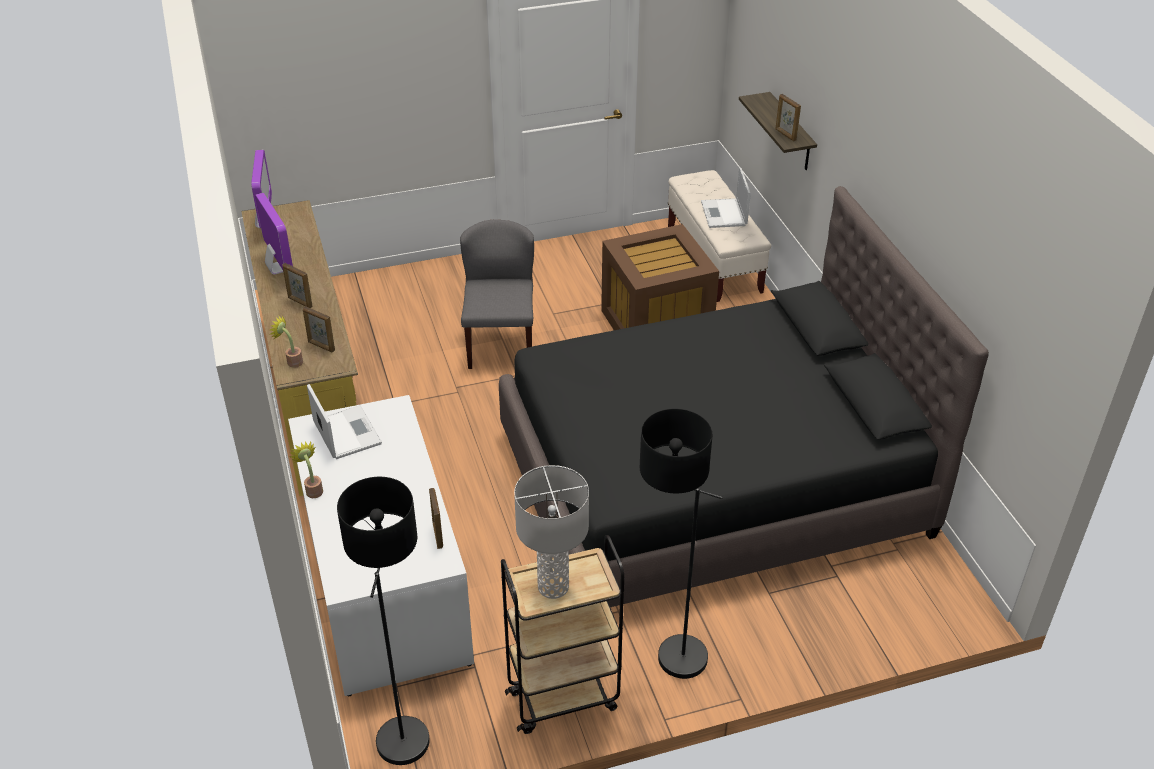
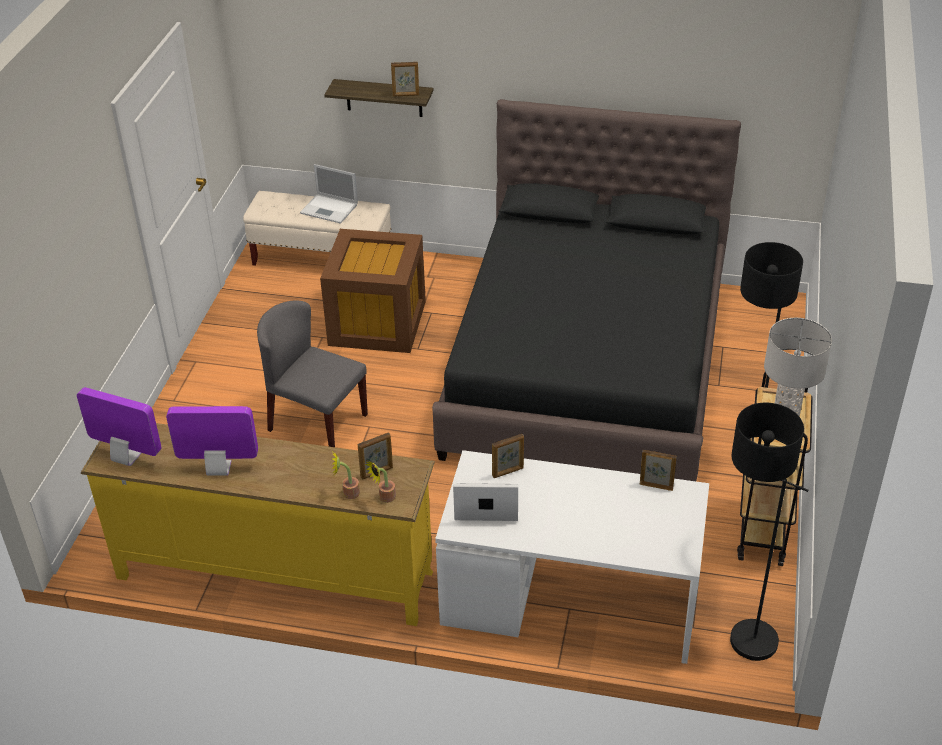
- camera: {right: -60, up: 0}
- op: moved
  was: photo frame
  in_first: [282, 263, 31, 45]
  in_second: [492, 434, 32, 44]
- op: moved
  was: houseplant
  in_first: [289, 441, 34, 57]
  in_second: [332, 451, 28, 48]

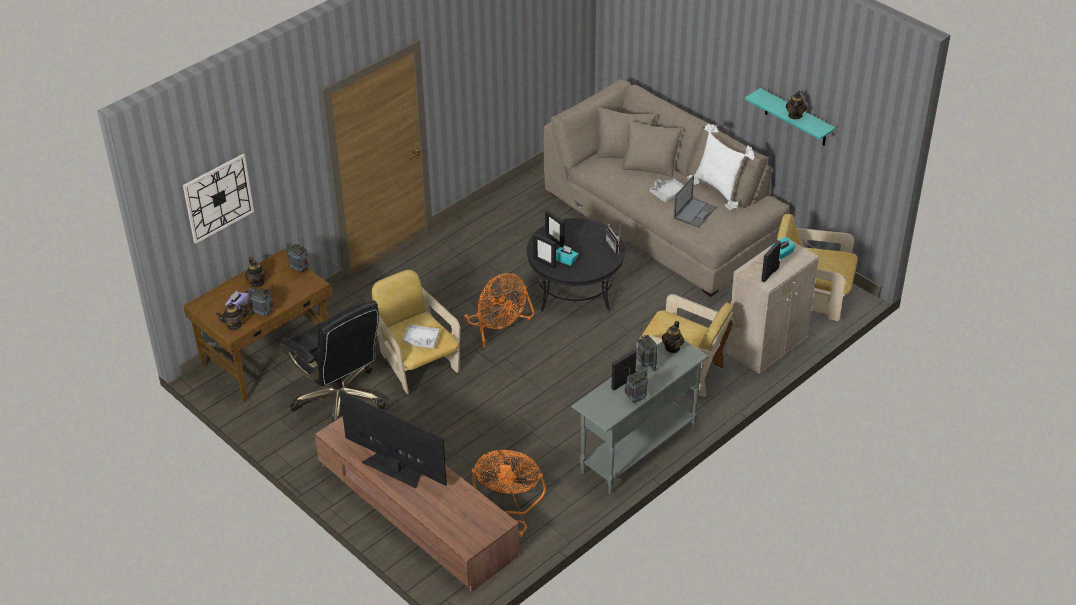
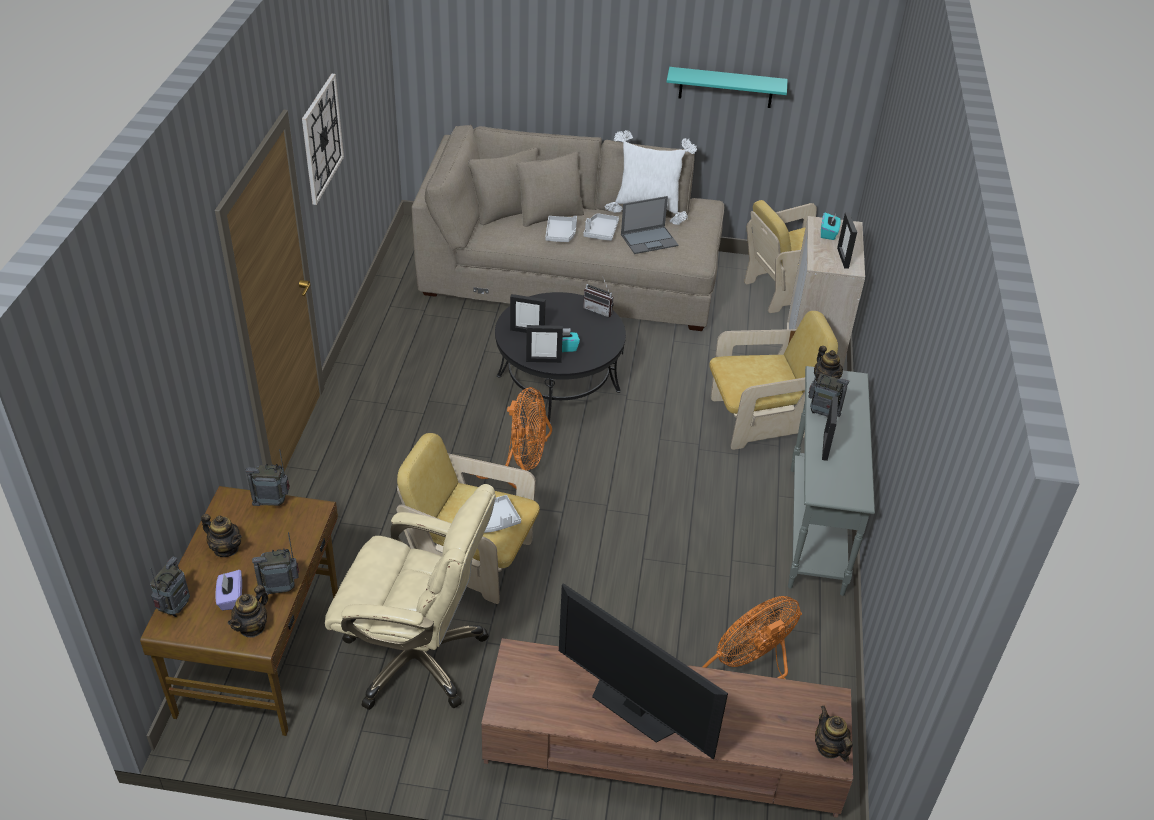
- camera: {right: -40, up: 0}
- op: moved
  was: teapot
  in_first: [786, 91, 21, 28]
  in_second: [815, 706, 37, 56]
- op: moved
  was: wall clock
  in_first: [183, 154, 71, 90]
  in_second: [302, 74, 42, 131]
- op: turned
  was: notebook computer
  in_first: [674, 175, 43, 53]
  in_second: [621, 196, 57, 58]
  clockwise: 75
- op: recoloured
  was: blackish office chair
  now: sand-coloured office chair
  in_first: [280, 300, 106, 122]
  in_second: [325, 484, 171, 226]
- op: moved
  was: radio
  in_first: [625, 367, 23, 37]
  in_second: [150, 556, 40, 61]
- op: turned
  was: television
  in_first: [340, 390, 107, 98]
  in_second: [559, 583, 169, 176]
  clockwise: -135
- op: added
  now: greyish serving tray
  in_second: [545, 216, 32, 26]

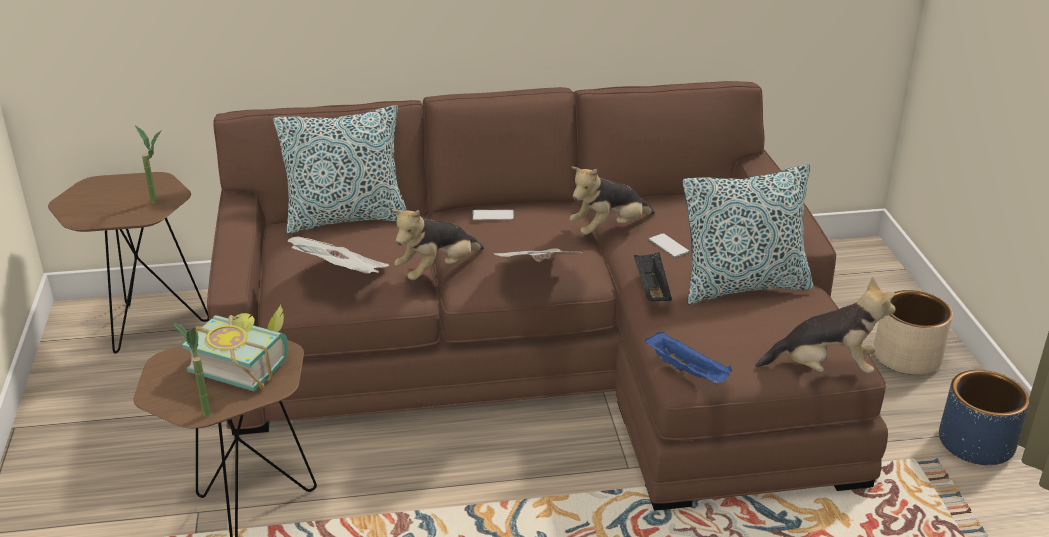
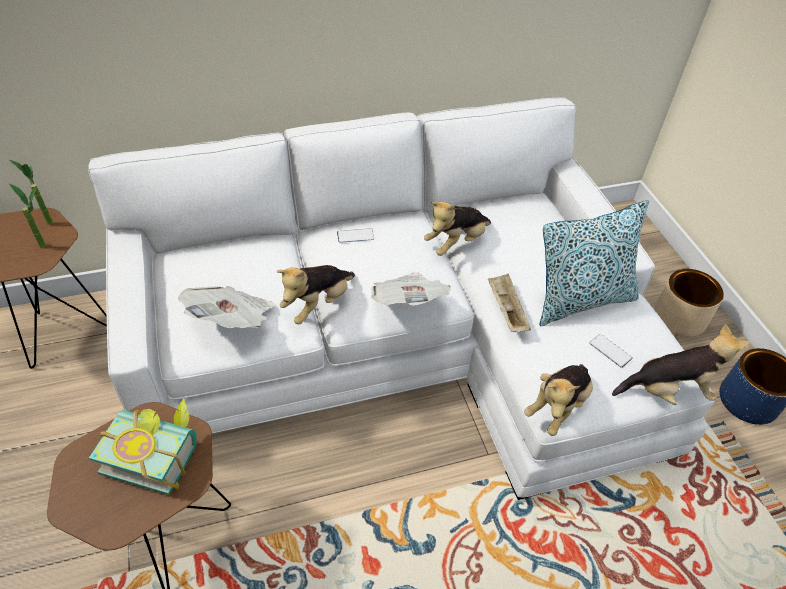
- camera: {right: -10, up: 15}
- op: recoloured
  was: brownish settee
  now: white settee
  in_first: [207, 81, 681, 430]
  in_second: [88, 98, 628, 402]
- op: removed
  was: pillow
  in_first: [273, 105, 134, 129]
- op: moved
  was: phone
  in_first: [649, 233, 41, 25]
  in_second: [589, 334, 44, 34]
- op: recoloured
  was: blackish serving tray
  now: sand-coloured serving tray
  in_first: [634, 252, 38, 49]
  in_second: [488, 273, 43, 59]
- op: moved
  was: houseplant
  in_first: [172, 322, 39, 95]
  in_second: [9, 160, 44, 65]
- op: replaced
  was: blue serving tray
  now: cuddly toy
  in_first: [645, 332, 87, 52]
  in_second: [524, 364, 69, 72]

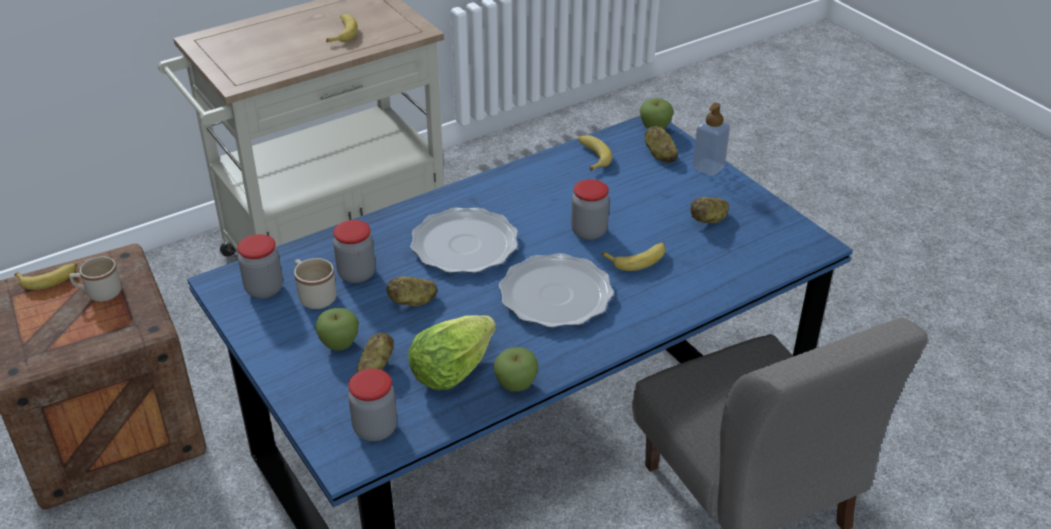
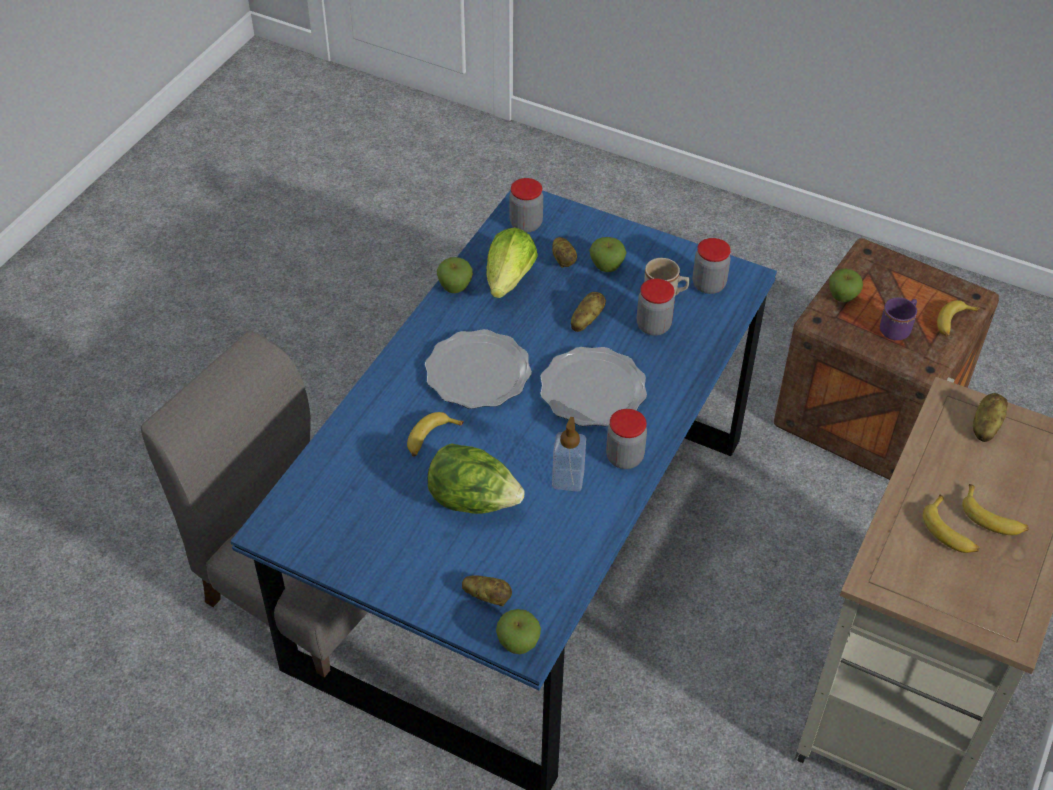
- camera: {right: 150, up: 10}
- op: moved
  was: soap bottle
  in_first: [693, 103, 37, 73]
  in_second: [552, 417, 34, 75]
- op: moved
  was: banana fruit
  in_first: [578, 135, 34, 36]
  in_second: [962, 484, 67, 51]
- op: moved
  was: preserve jar
  in_first: [571, 179, 38, 61]
  in_second: [606, 409, 41, 60]
- op: moved
  was: spud
  in_first: [691, 197, 38, 26]
  in_second: [973, 393, 35, 49]
- op: recoloured
  was: sand-coloured mug
  now: purple mug
  in_first: [69, 256, 52, 46]
  in_second: [880, 297, 37, 43]
- op: added
  now: whole apple
  in_second: [829, 269, 34, 33]
- op: added
  now: head of lettuce
  in_second: [428, 443, 97, 71]

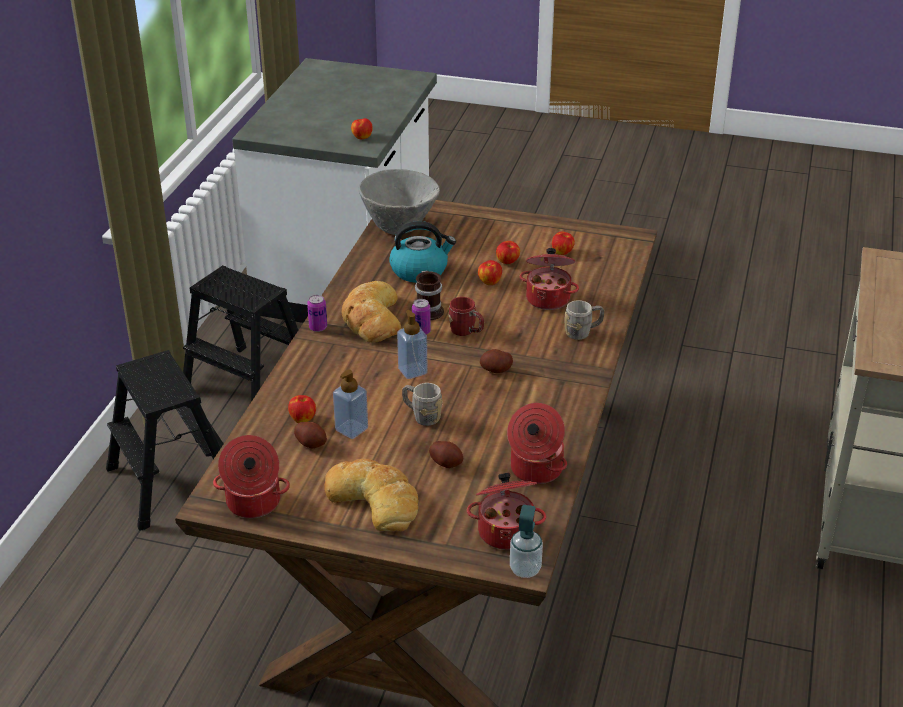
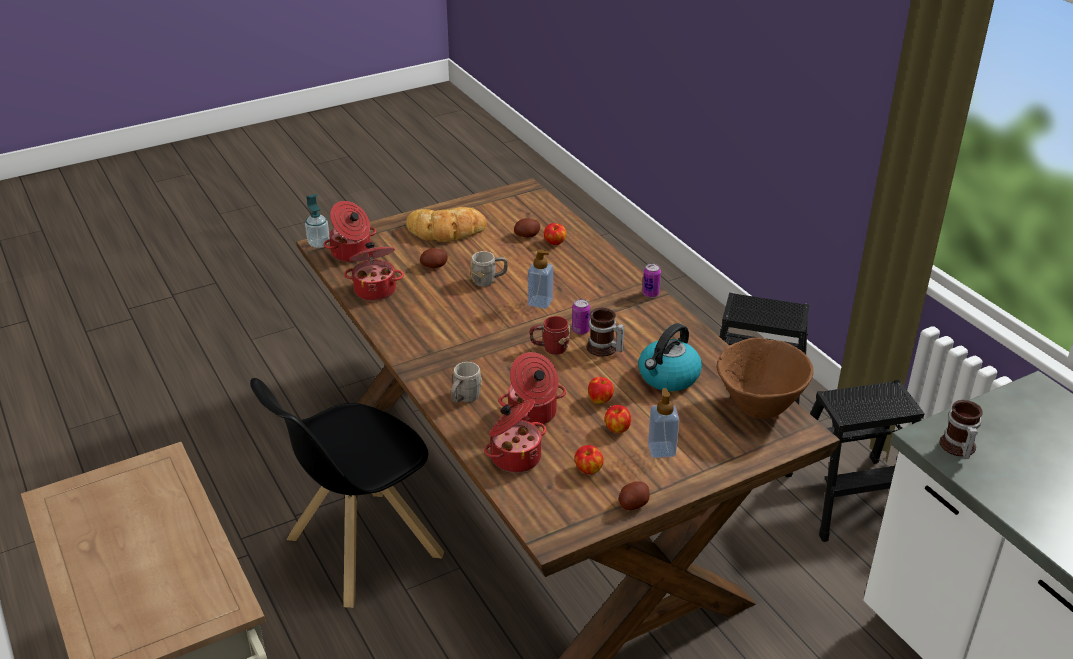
- camera: {right: 135, up: 0}
- op: replaced
  was: whole apple
  now: mug
  in_first: [351, 118, 22, 22]
  in_second: [939, 400, 44, 59]
- op: recoloured
  was: greyish serving bowl
  now: brownish serving bowl
  in_first: [359, 169, 81, 66]
  in_second: [716, 337, 98, 82]
- op: removed
  was: baked bread
  in_first: [342, 281, 59, 62]
- op: moved
  was: spud
  in_first: [480, 349, 33, 24]
  in_second: [619, 481, 31, 29]
- op: moved
  was: soap bottle
  in_first: [333, 370, 35, 69]
  in_second: [648, 388, 31, 70]
- op: moved
  was: saucepot
  in_first: [213, 435, 77, 83]
  in_second: [484, 399, 62, 74]
- op: added
  now: blackish chair
  in_second: [250, 378, 194, 230]

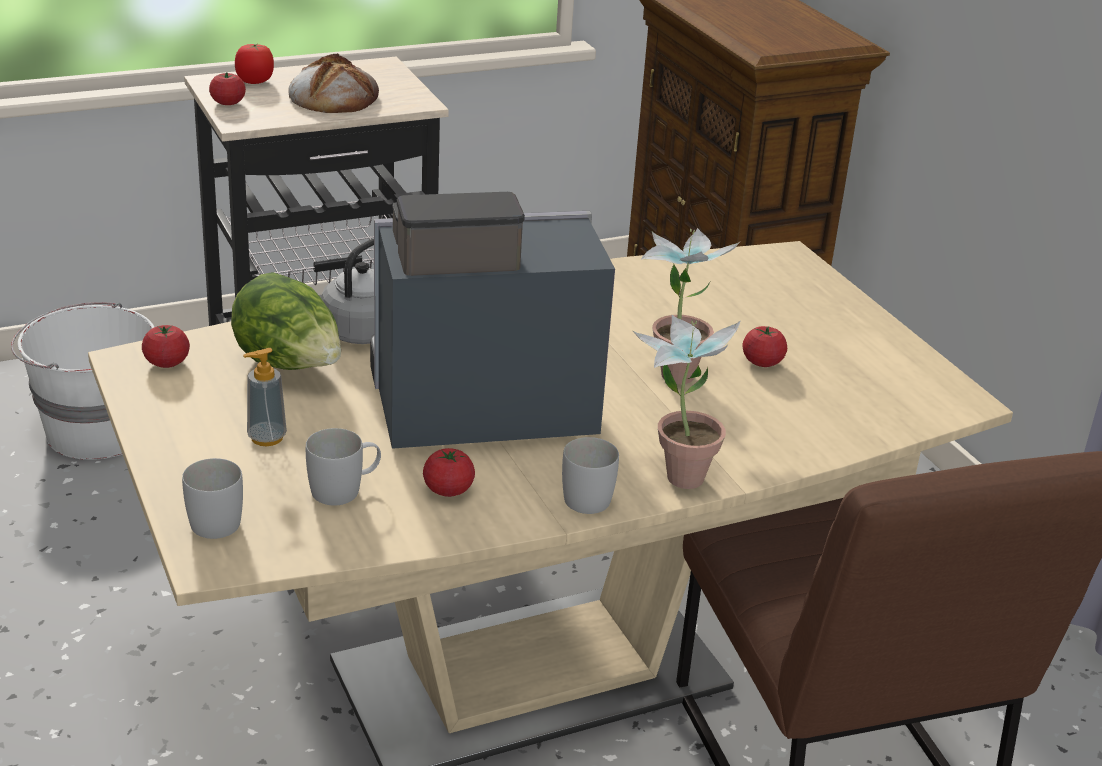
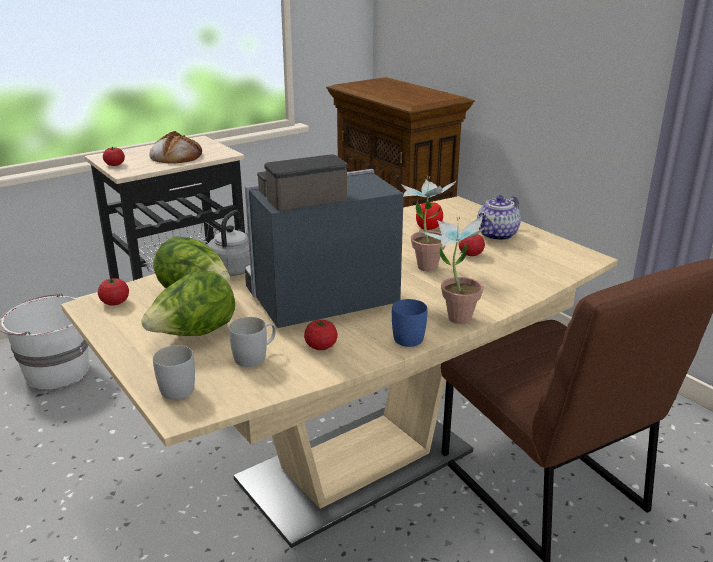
- camera: {right: -10, up: -5}
- op: moved
  was: fresh tomato
  in_first: [235, 43, 39, 41]
  in_second: [416, 202, 27, 28]
- op: replaced
  was: soap bottle
  now: head of lettuce
  in_first: [243, 348, 44, 98]
  in_second: [141, 271, 94, 65]
- op: recoloured
  was: white mug
  now: blue mug
  in_first: [562, 437, 57, 77]
  in_second: [392, 299, 35, 48]
- op: added
  now: teapot
  in_second: [477, 195, 44, 45]

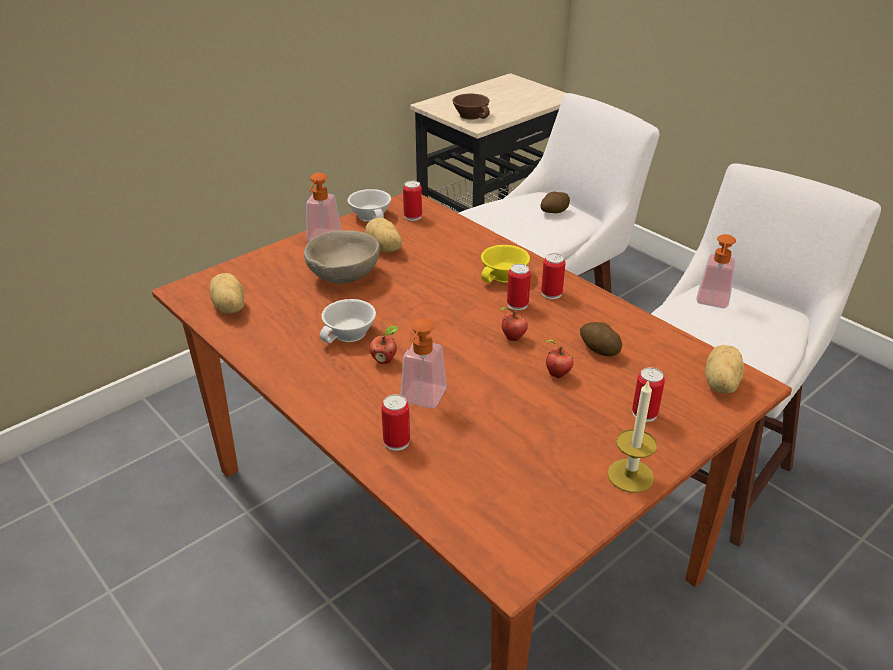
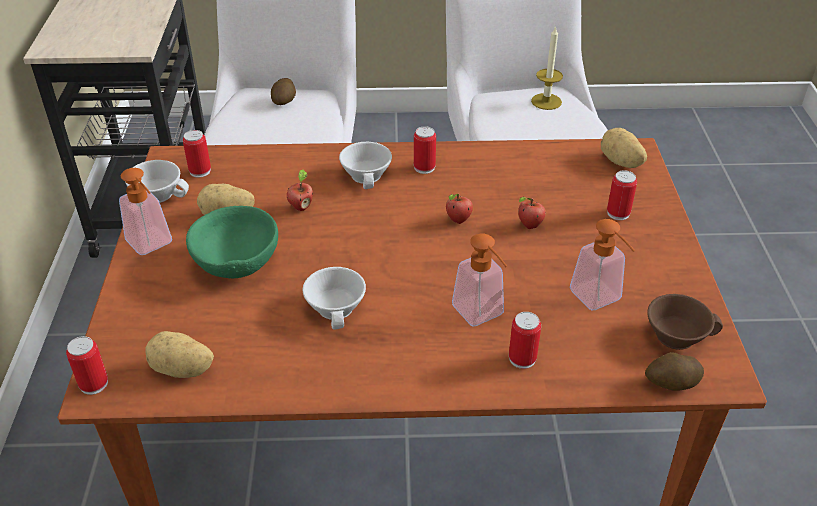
- camera: {right: -50, up: 5}
- op: moved
  was: brownish small cup
  in_first: [452, 94, 38, 26]
  in_second: [647, 294, 76, 56]
- op: recoloured
  was: sand-coloured serving bowl
  now: green-coloured serving bowl
  in_first: [304, 230, 76, 54]
  in_second: [186, 206, 92, 72]
- op: moved
  was: soap bottle
  in_first: [696, 234, 40, 74]
  in_second: [570, 219, 65, 91]
- op: recoloured
  was: yellow small cup
  now: white small cup
  in_first: [481, 245, 49, 38]
  in_second: [339, 142, 53, 47]
- op: moved
  was: can
  in_first: [507, 264, 24, 47]
  in_second: [66, 336, 42, 59]
- op: moved
  was: spud
  in_first: [580, 322, 42, 34]
  in_second: [645, 352, 59, 38]
- op: moved
  was: whole apple
  in_first: [369, 326, 30, 38]
  in_second: [287, 169, 26, 42]
- op: moved
  was: wax light
  in_first: [607, 380, 50, 113]
  in_second: [531, 26, 32, 84]

